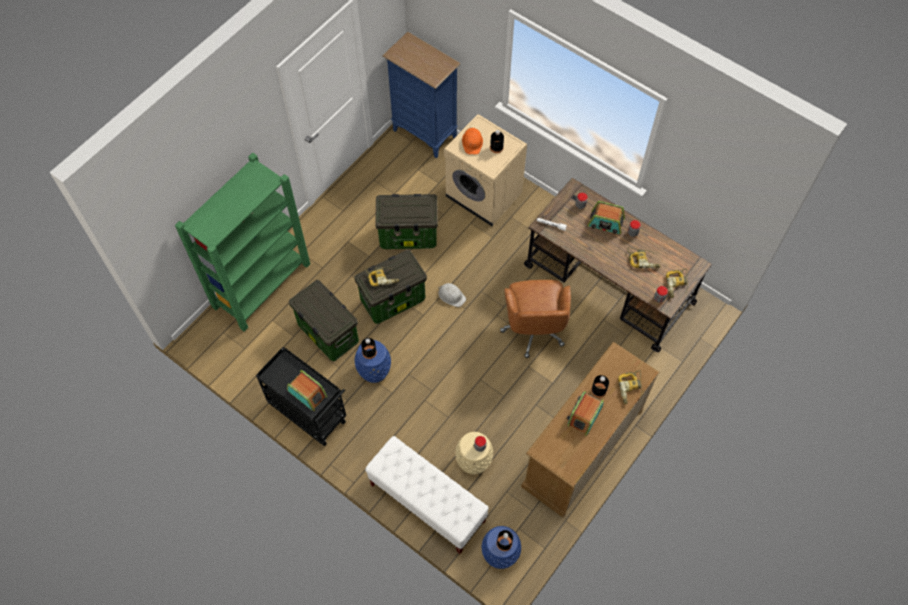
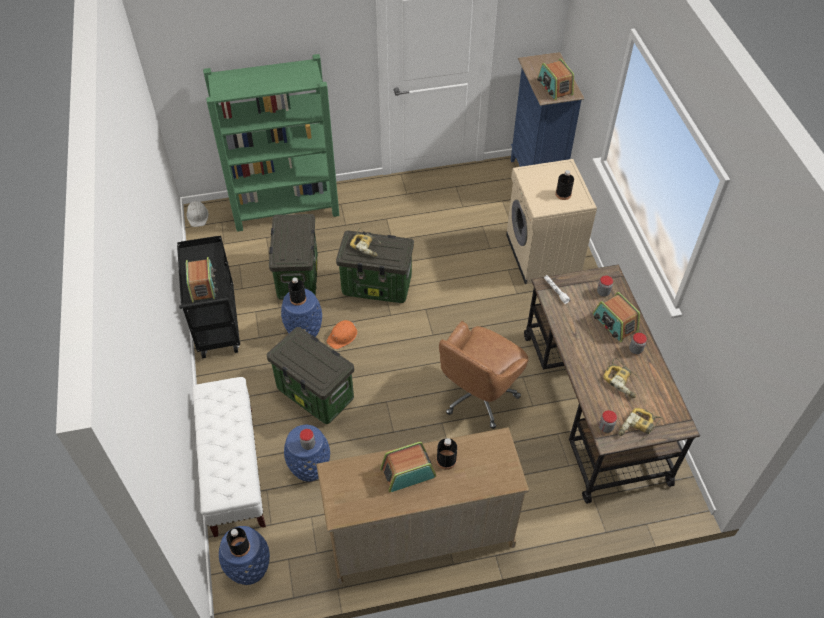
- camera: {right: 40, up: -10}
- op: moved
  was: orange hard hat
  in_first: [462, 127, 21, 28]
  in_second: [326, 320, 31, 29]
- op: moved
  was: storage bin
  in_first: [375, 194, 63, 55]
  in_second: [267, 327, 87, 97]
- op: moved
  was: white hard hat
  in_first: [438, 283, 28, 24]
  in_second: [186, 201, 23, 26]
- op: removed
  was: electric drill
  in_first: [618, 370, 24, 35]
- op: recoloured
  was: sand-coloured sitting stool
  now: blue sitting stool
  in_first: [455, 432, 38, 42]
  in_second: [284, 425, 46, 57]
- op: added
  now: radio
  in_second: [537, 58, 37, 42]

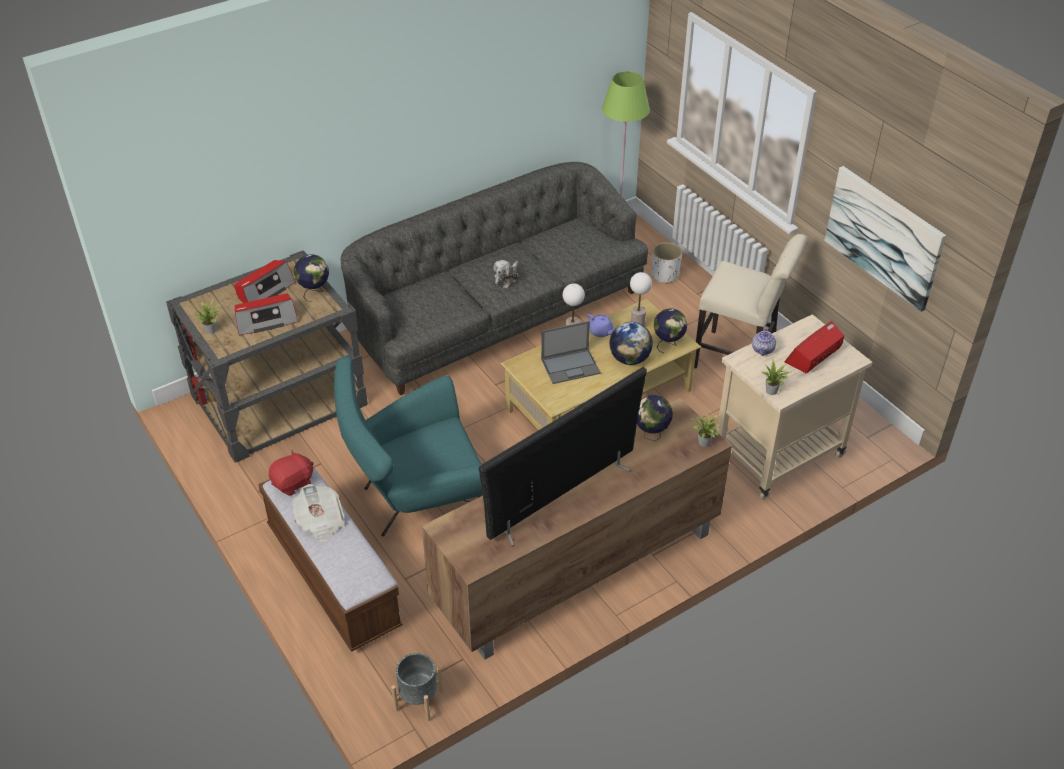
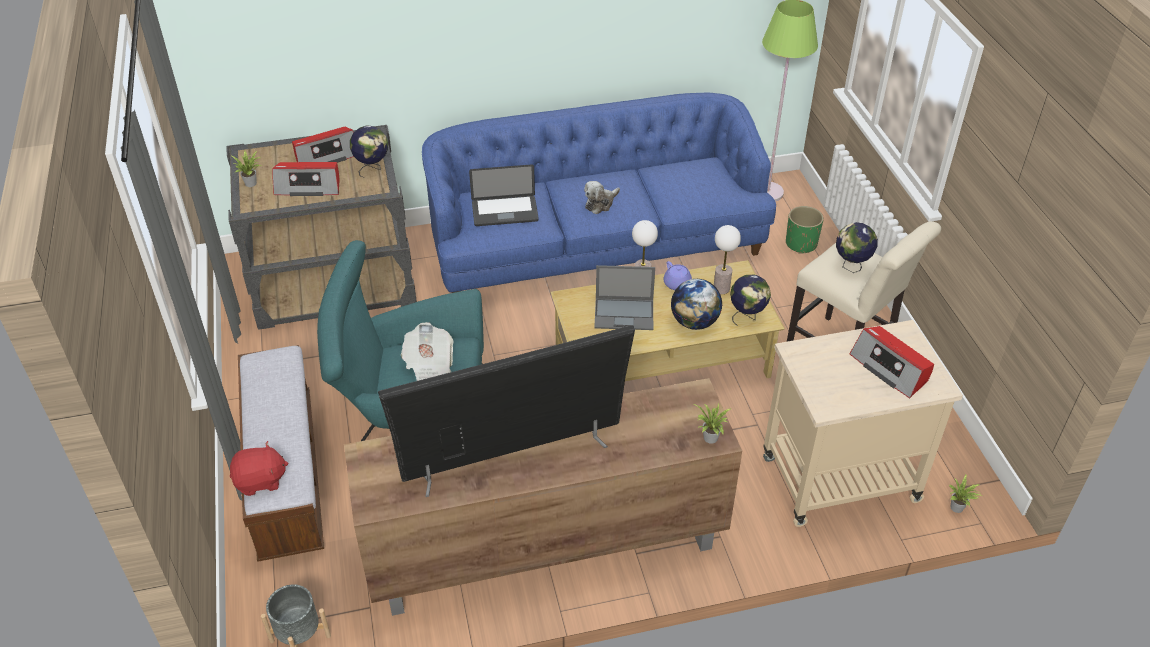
- camera: {right: 20, up: 0}
- op: recoloured
  was: greyish settee
  now: blue settee
  in_first: [341, 162, 307, 233]
  in_second: [422, 93, 354, 200]
- op: removed
  was: wall art
  in_first: [824, 166, 122, 146]
- op: recoloured
  was: white flower pot
  now: green-coloured flower pot
  in_first: [651, 242, 31, 42]
  in_second: [786, 206, 38, 48]
- op: turned
  was: radio
  in_first: [784, 321, 60, 52]
  in_second: [850, 326, 84, 72]
  clockwise: -105
- op: removed
  was: teapot
  in_first: [752, 326, 24, 30]
- op: moved
  was: houseplant
  in_first: [762, 359, 30, 36]
  in_second: [949, 473, 33, 40]
- op: moved
  was: globe
  in_first: [637, 395, 36, 46]
  in_second: [836, 222, 42, 51]
- op: moved
  was: red cuddly toy
  in_first: [269, 450, 45, 46]
  in_second: [230, 441, 58, 55]
- op: moved
  was: daily paper
  in_first: [293, 484, 52, 58]
  in_second: [401, 322, 52, 59]
- op: added
  now: notebook computer
  in_second: [469, 165, 70, 61]

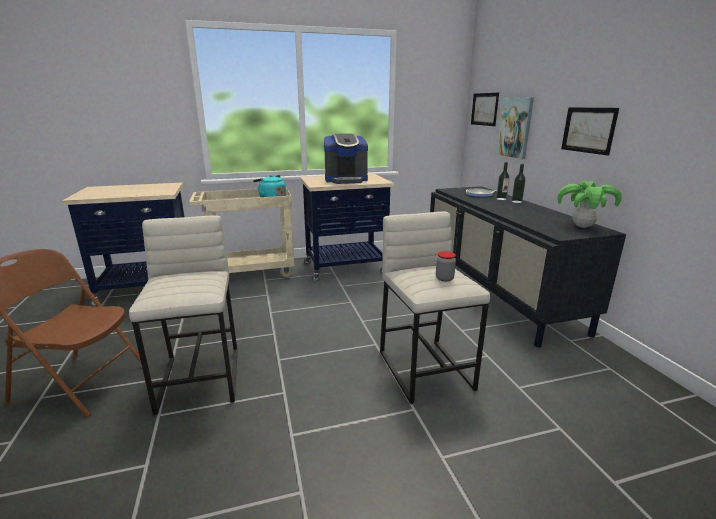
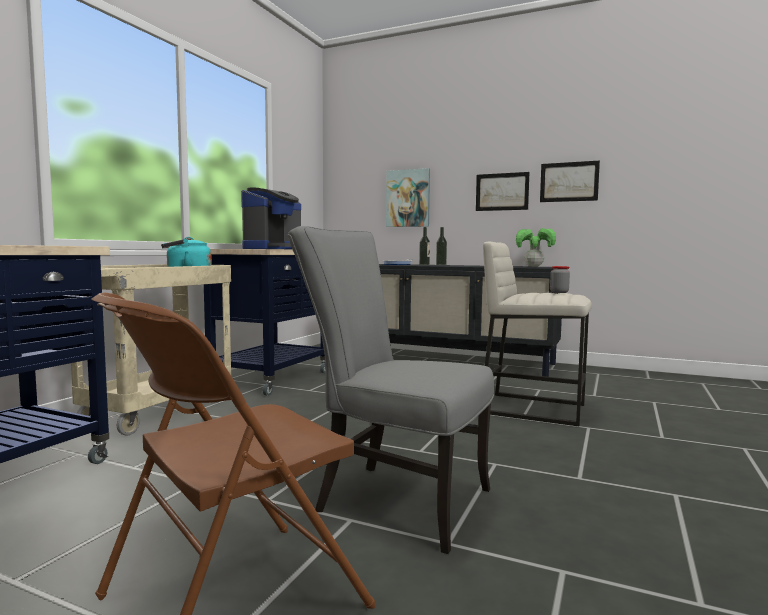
- camera: {right: -50, up: -15}
- op: moved
  was: wall art
  in_first: [471, 93, 28, 33]
  in_second: [540, 160, 60, 42]
- op: replaced
  was: sand-coloured sitting stool
  now: greyish chair
  in_first: [129, 216, 109, 199]
  in_second: [287, 226, 207, 328]

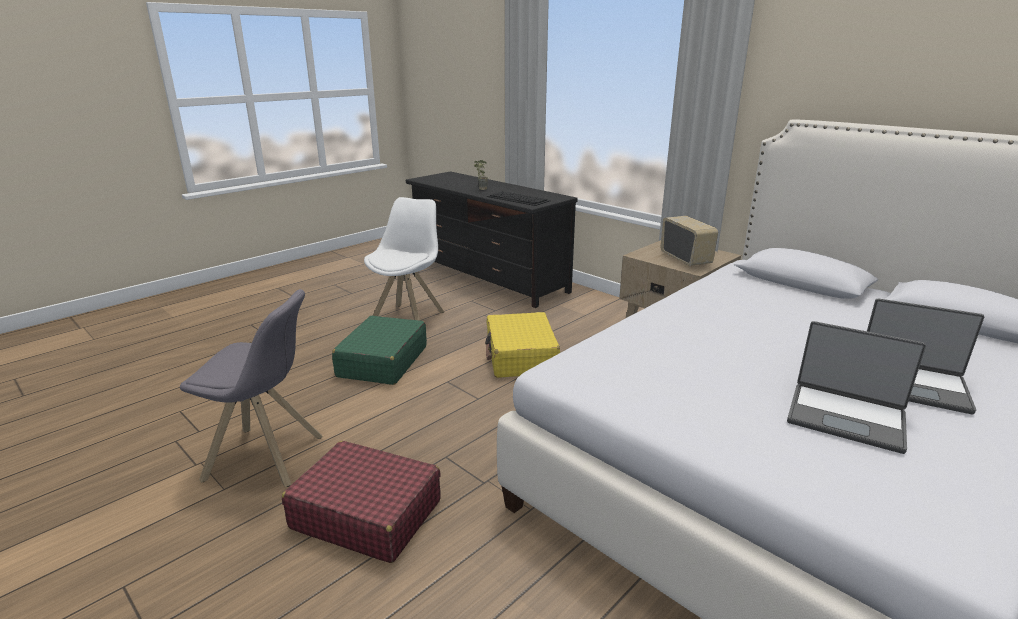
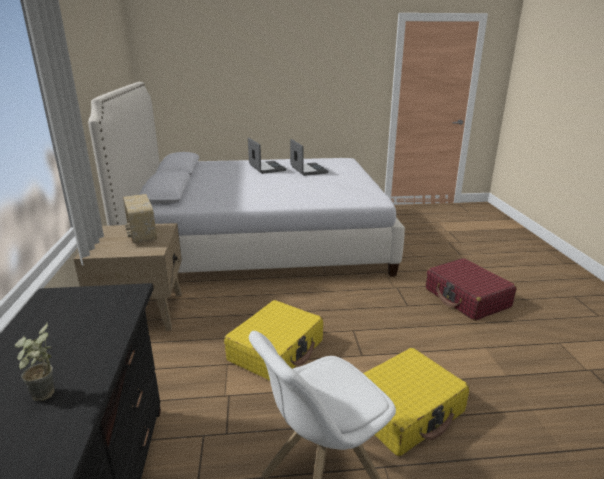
- camera: {right: -140, up: 0}
- op: removed
  was: PC keyboard
  in_first: [487, 192, 64, 14]
- op: turned
  was: radio
  in_first: [661, 216, 57, 50]
  in_second: [123, 194, 34, 49]
  clockwise: -45
- op: removed
  was: greyish chair
  in_first: [180, 289, 143, 198]
- op: recoloured
  was: green-coloured travel case
  now: yellow travel case
  in_first: [332, 316, 95, 69]
  in_second: [363, 348, 106, 108]

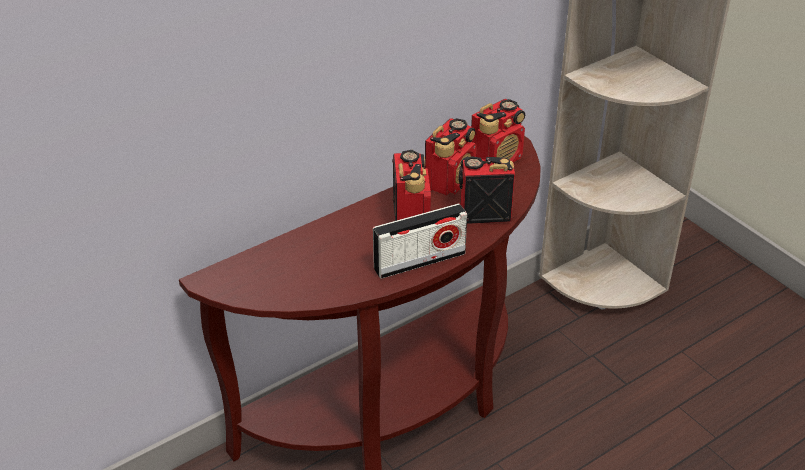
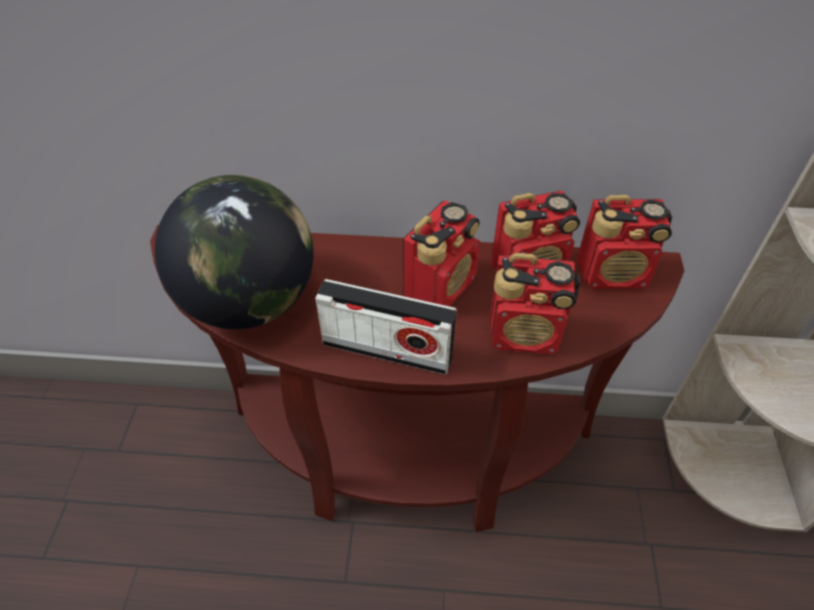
- camera: {right: 40, up: 10}
- op: turned
  was: radio
  in_first: [459, 156, 56, 68]
  in_second: [490, 253, 90, 101]
  clockwise: 150
- op: added
  now: globe
  in_second: [155, 175, 159, 154]

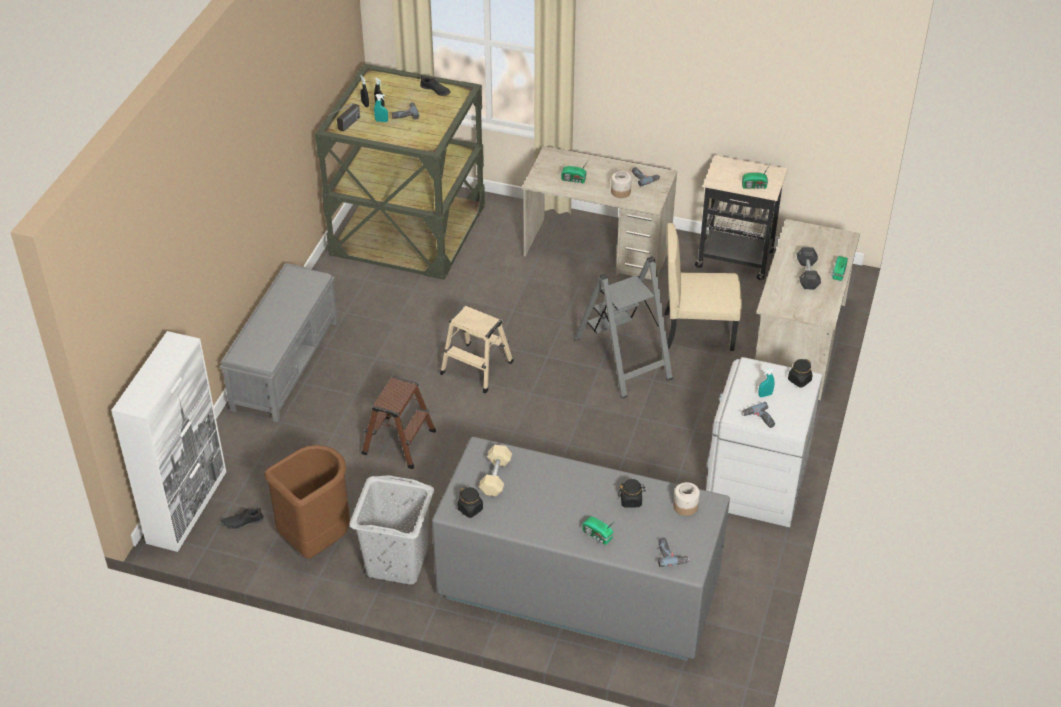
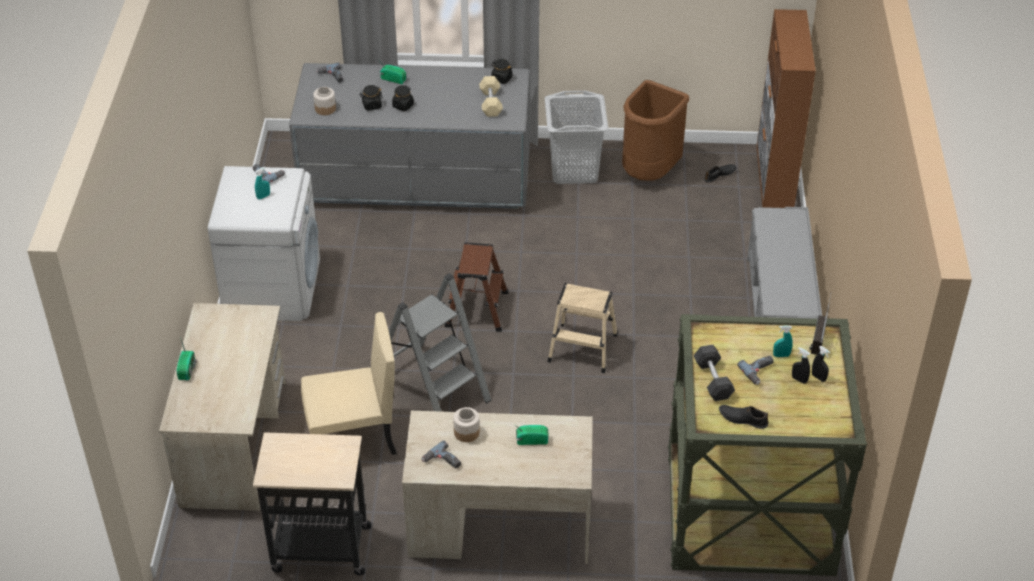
- camera: {right: 165, up: 0}
- op: removed
  was: radio
  in_first: [742, 166, 27, 23]
- op: moved
  was: greyish free weight
  in_first: [797, 247, 24, 43]
  in_second: [694, 345, 41, 56]
- op: recoloured
  was: white storage cabinet
  now: brownish storage cabinet
  in_first: [111, 331, 115, 221]
  in_second: [756, 9, 60, 199]
- op: moved
  was: blackish preserve jar
  in_first: [788, 359, 24, 28]
  in_second: [392, 85, 22, 26]
- op: moved
  was: brownish step stool
  in_first: [361, 376, 75, 93]
  in_second: [444, 242, 65, 90]

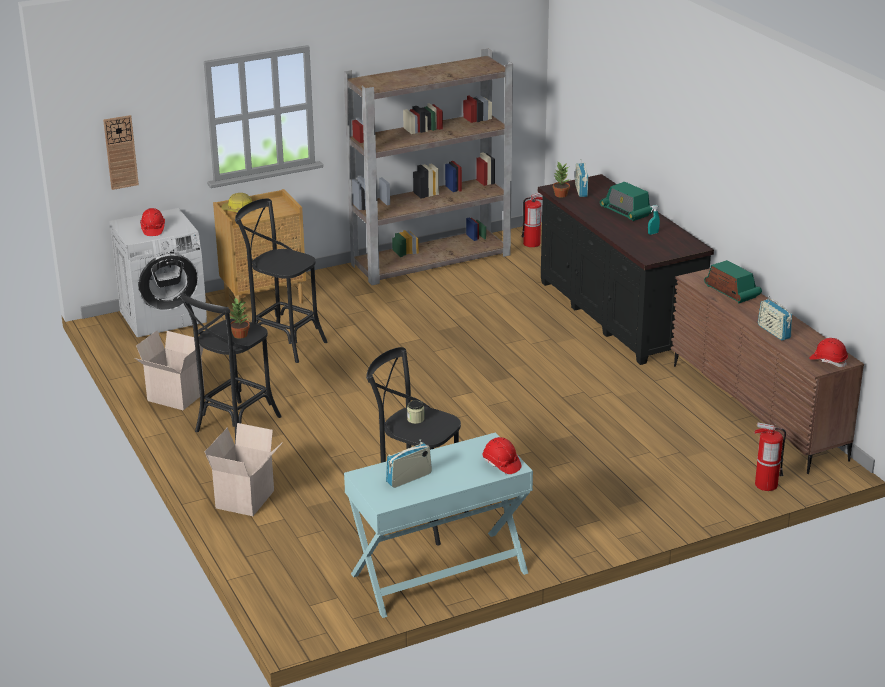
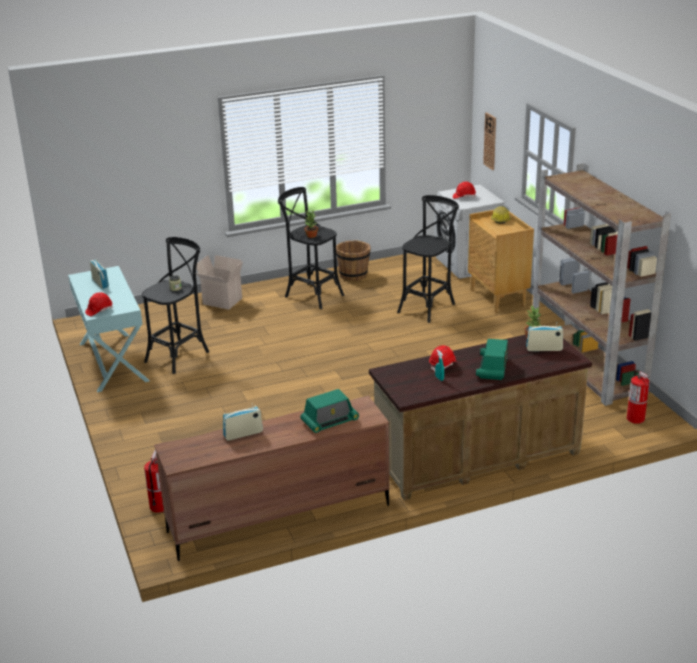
- camera: {right: 95, up: 0}
- op: recoloured
  was: blackish storage cabinet
  now: sand-coloured storage cabinet
  in_first: [538, 174, 176, 191]
  in_second: [369, 335, 223, 165]
- op: turned
  was: radio
  in_first: [600, 182, 52, 39]
  in_second: [476, 339, 32, 41]
  clockwise: -45
- op: replaced
  was: carton
  now: brownish bucket
  in_first: [135, 331, 70, 79]
  in_second: [336, 240, 35, 41]
- op: moved
  was: red hard hat
  in_first: [809, 338, 39, 29]
  in_second: [429, 345, 28, 27]

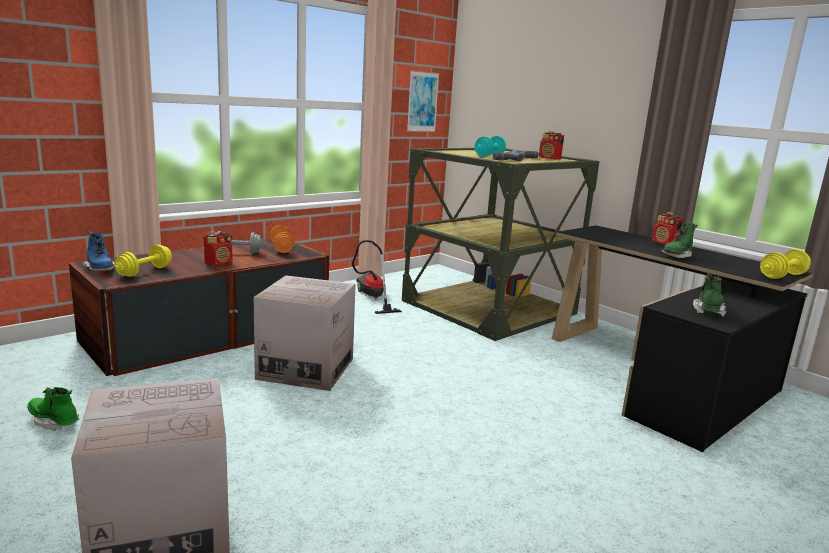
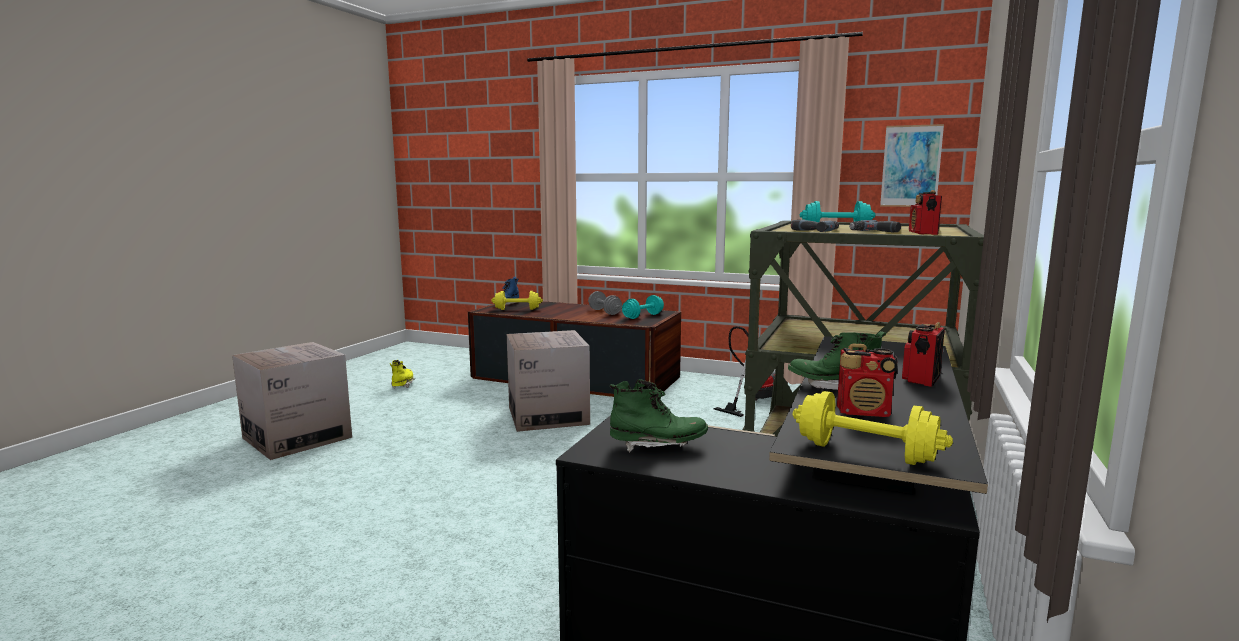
- camera: {right: 65, up: -5}
- op: recoloured
  was: orange free weight
  now: blue-green free weight
  in_first: [270, 225, 24, 28]
  in_second: [622, 295, 42, 24]
- op: moved
  was: radio
  in_first: [204, 231, 29, 34]
  in_second: [837, 343, 61, 74]
- op: recoloured
  was: green-coloured boot
  now: yellow boot
  in_first: [27, 387, 52, 44]
  in_second: [390, 360, 25, 29]

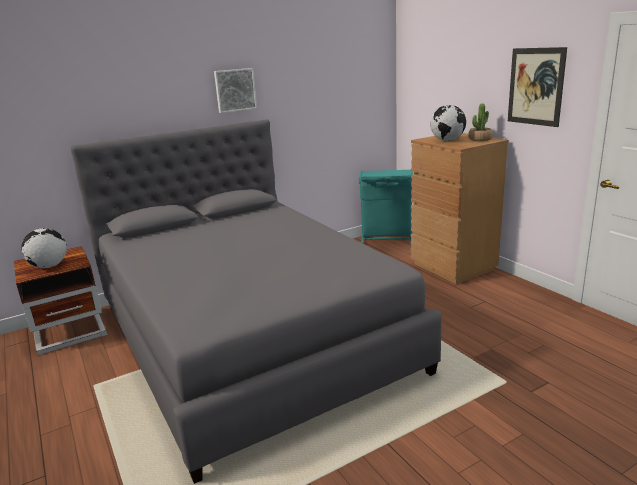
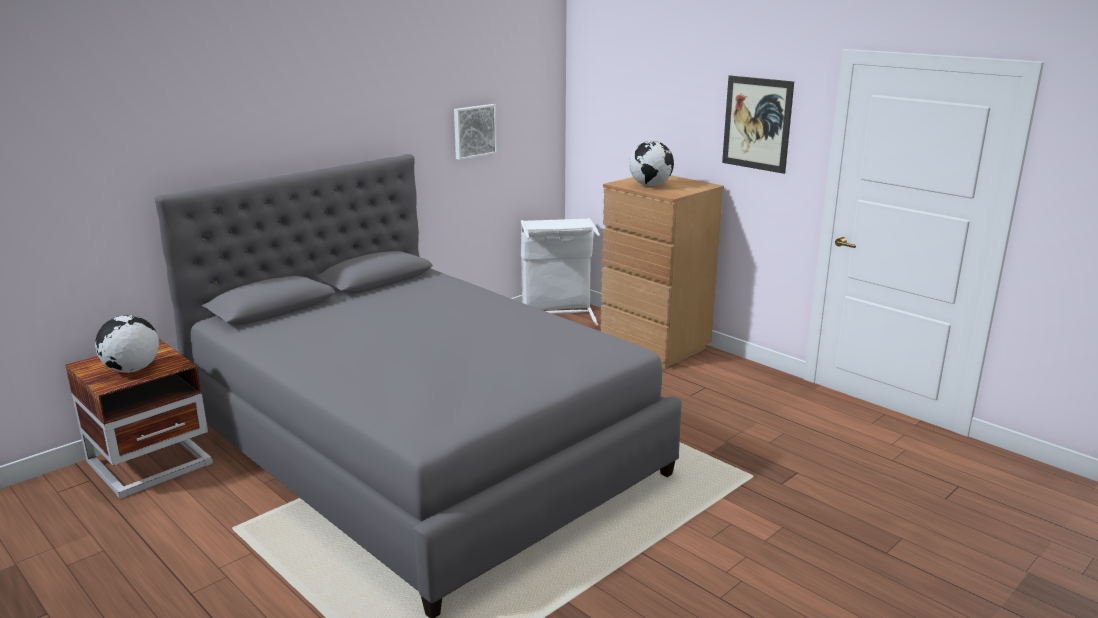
- camera: {right: -15, up: 0}
- op: moved
  was: wall art
  in_first: [214, 68, 43, 45]
  in_second: [454, 104, 43, 56]
- op: removed
  was: houseplant
  in_first: [468, 103, 25, 38]
- op: recoloured
  was: blue-green laundry basket
  now: white laundry basket
  in_first: [359, 169, 54, 75]
  in_second: [521, 218, 79, 108]

